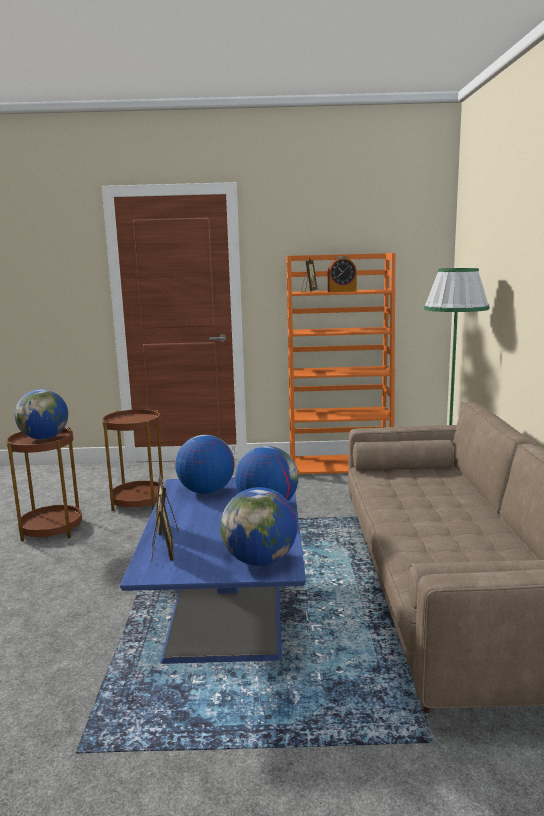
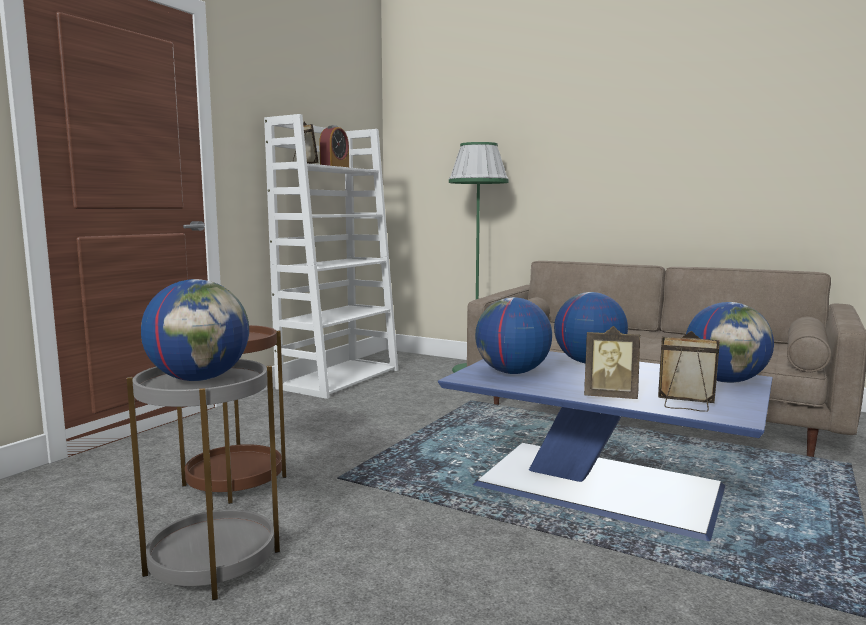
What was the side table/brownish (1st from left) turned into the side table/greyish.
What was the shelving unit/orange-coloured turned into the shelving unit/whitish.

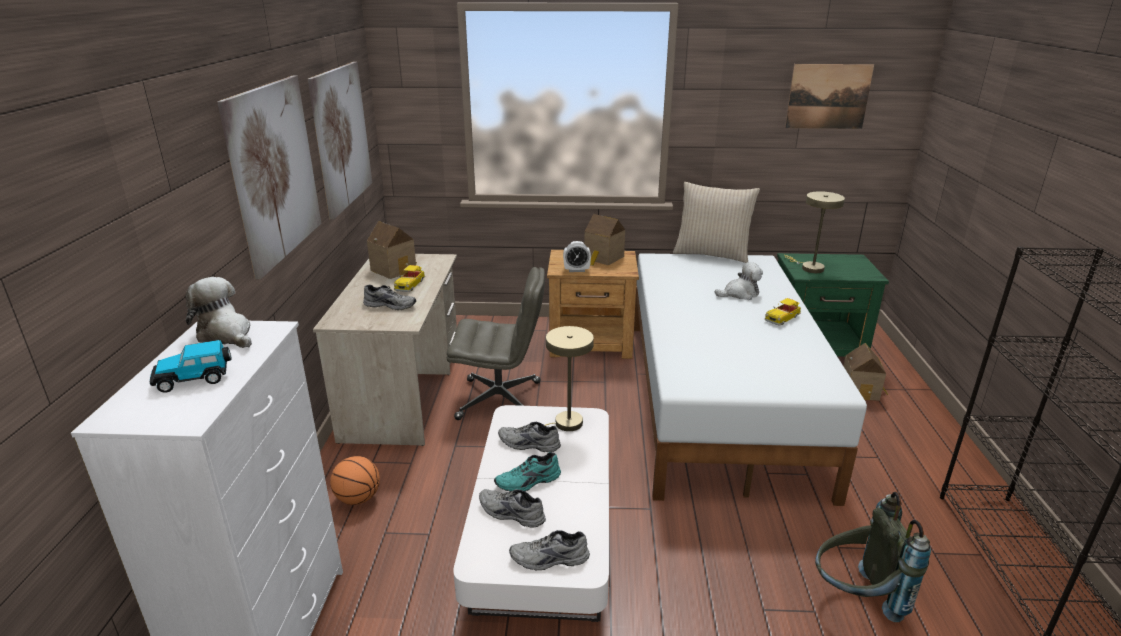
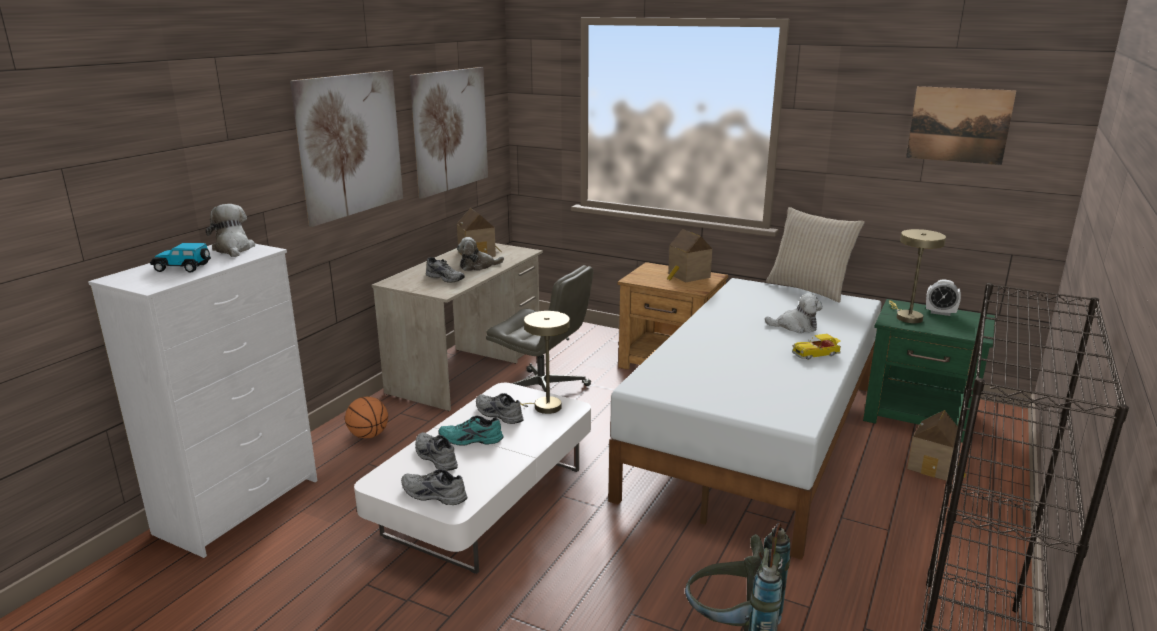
The bedside clock ended up elsewhere.
Where the model car (2nd from left) stood, the soft toy (2nd from left) came to stand.

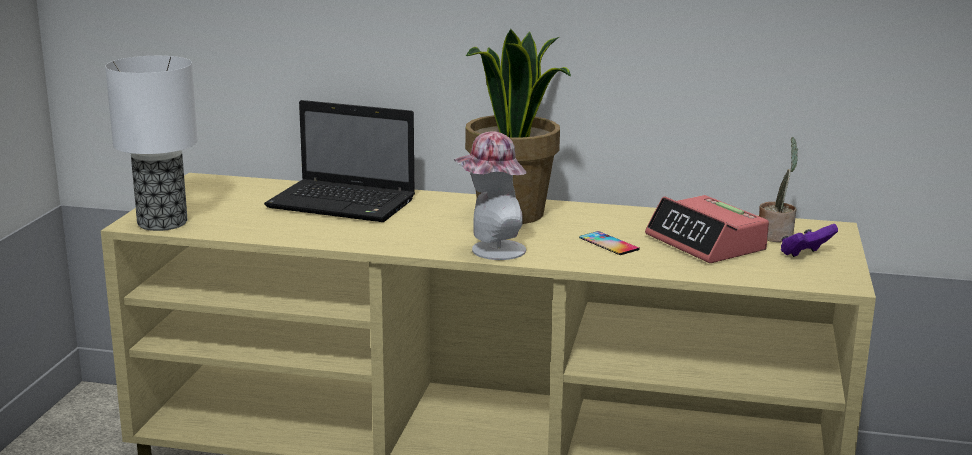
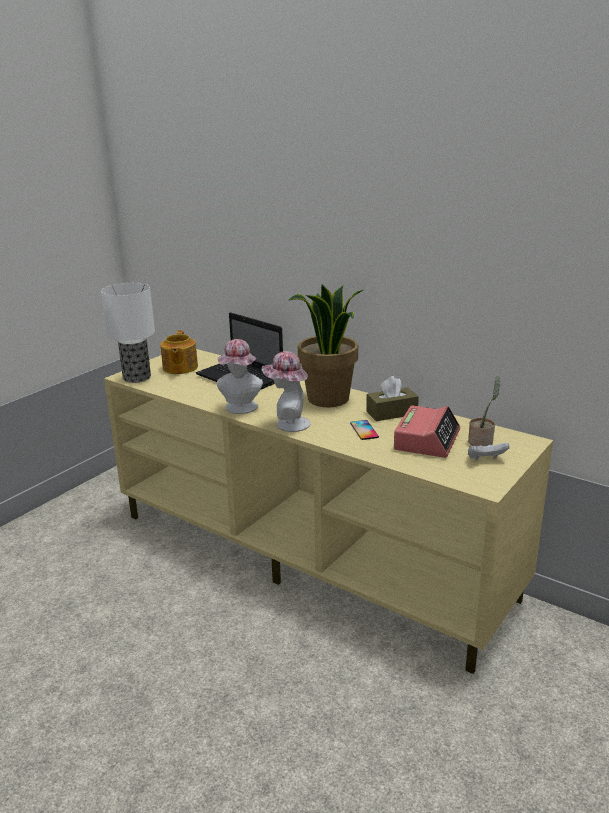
The second view gained the teapot.
The second view gained the wearable hat (1st from left).
The second view gained the tissue box/brownish.
What was the joypad/purple turned into the joypad/whitish.
The bedside clock ended up facing another way, 150 degrees counterclockwise from before.

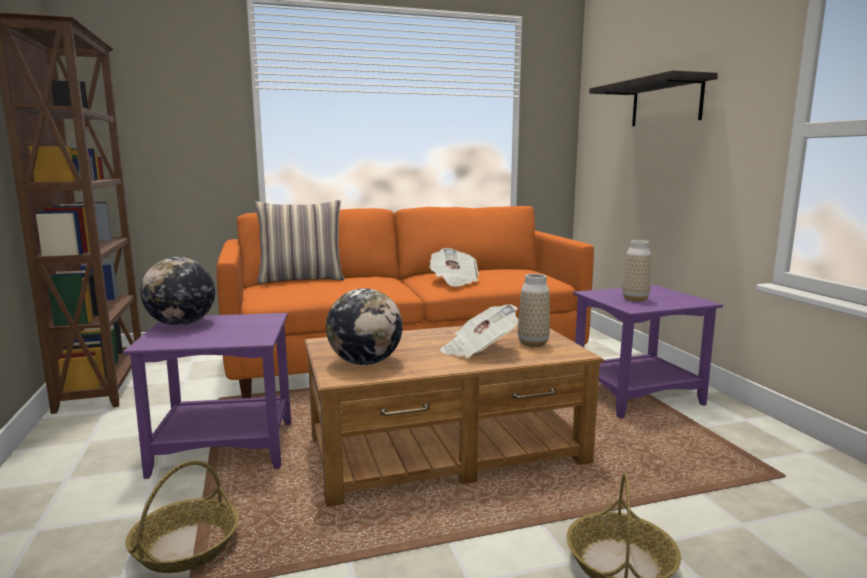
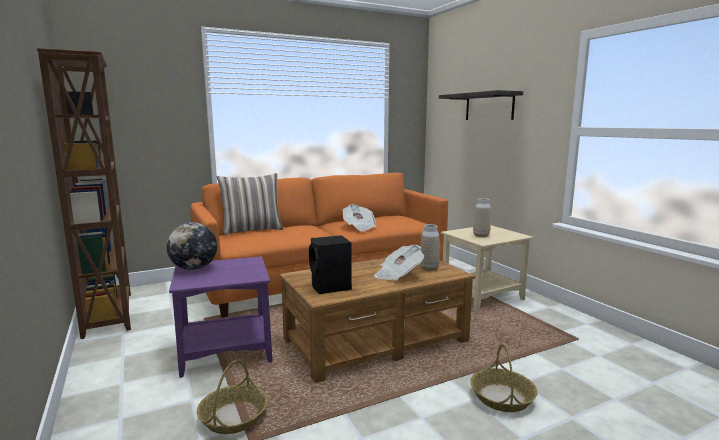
Where the desk globe (2nd from left) stood, the audio speaker/black came to stand.
What was the side table/purple (2nd from left) turned into the side table/beige-coloured.

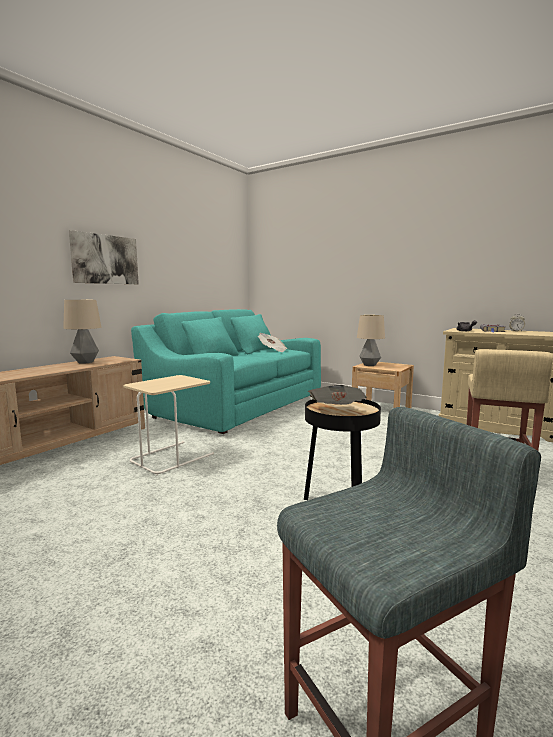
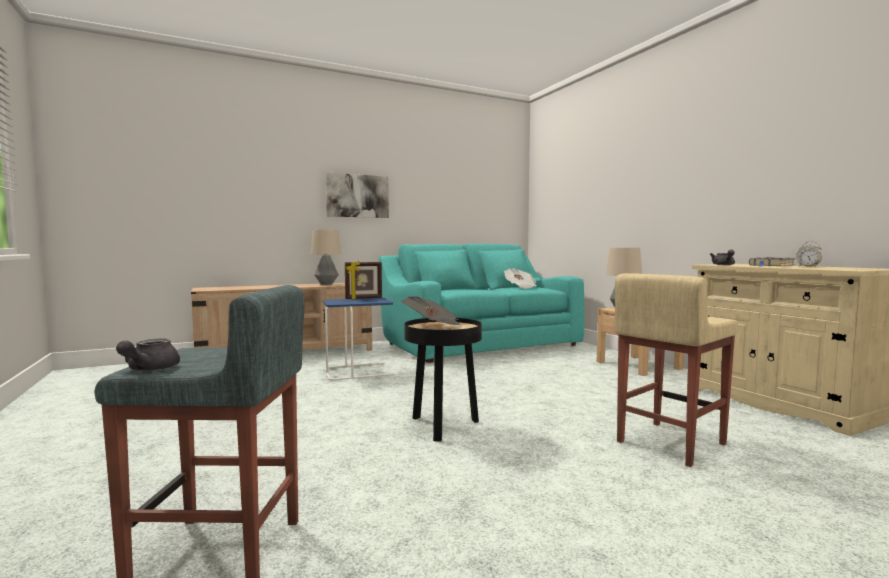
The second view gained the teapot/greyish (1st from left).
The second view gained the photo frame.
What was the side table/beige-coloured turned into the side table/blue-coloured.

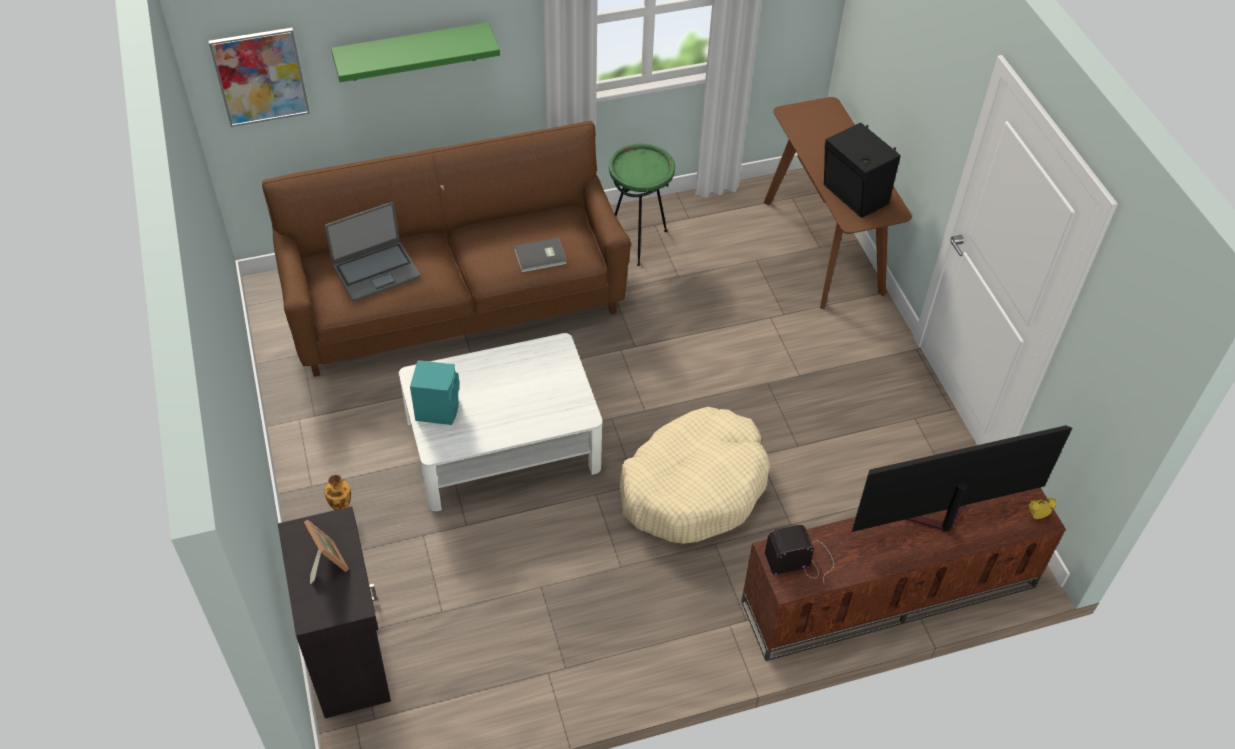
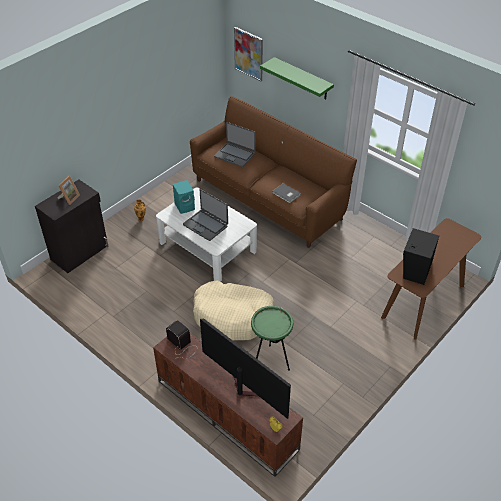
The second view gained the laptop (1st from left).
The side table/greenish ended up elsewhere.

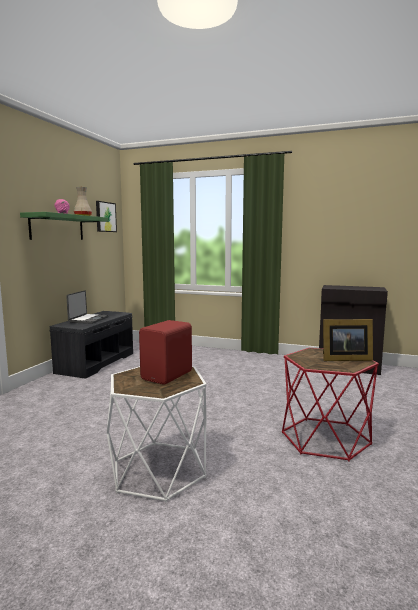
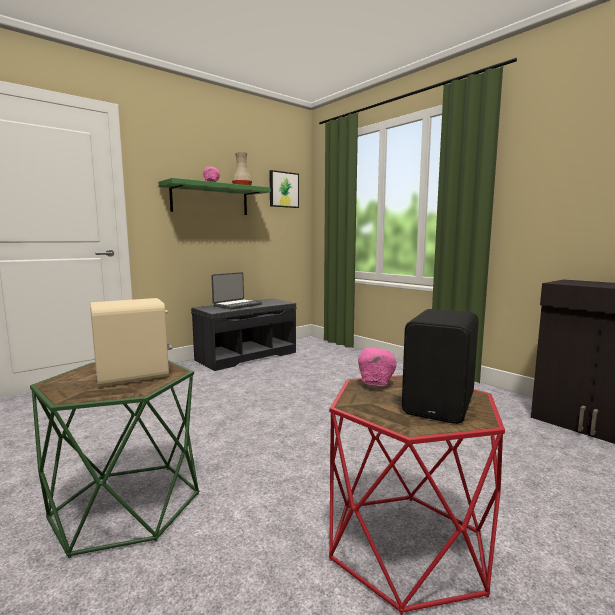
The second view gained the serving bowl/pink (2nd from left).
Where the photo frame stood, the audio speaker/black came to stand.
What was the side table/whitish turned into the side table/greenish.
What was the audio speaker/red turned into the audio speaker/beige-coloured.

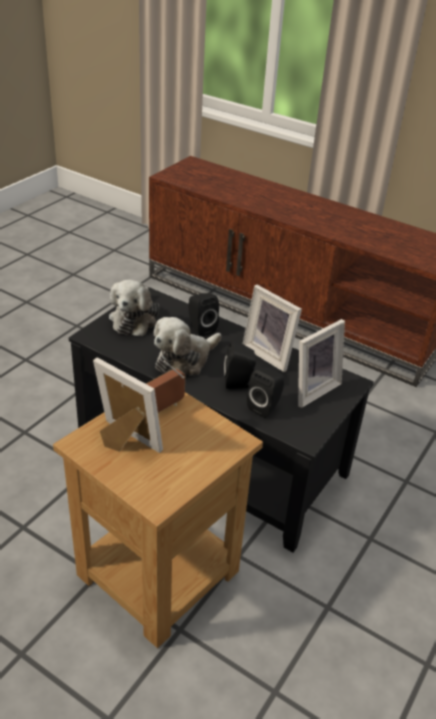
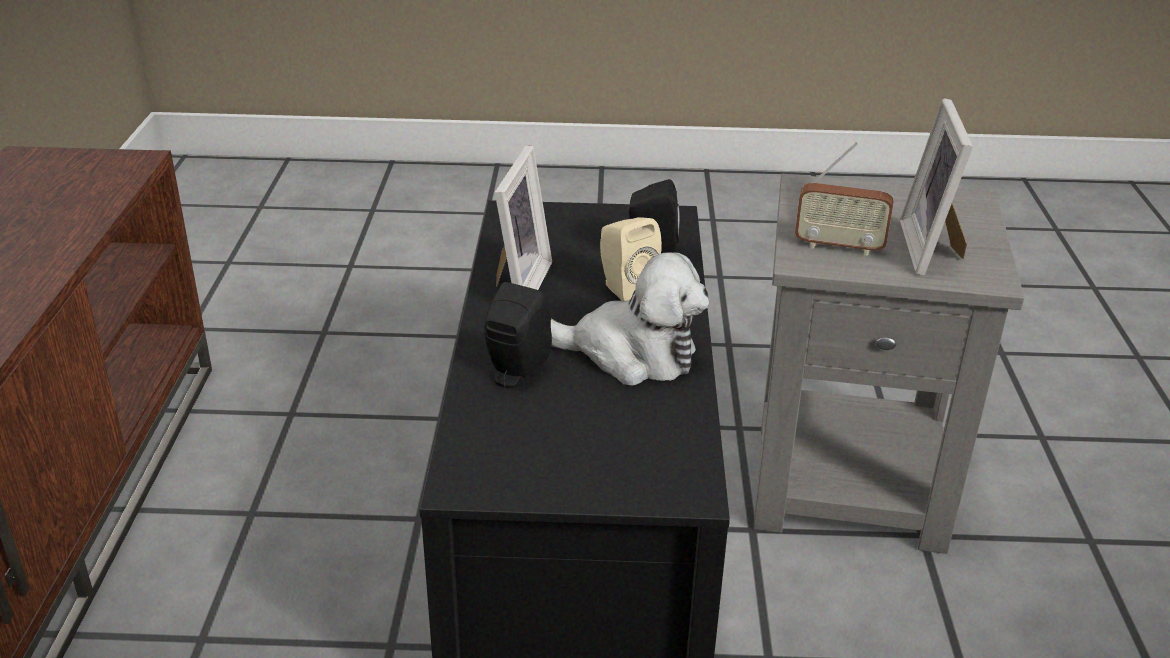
The second view lost the soft toy (1st from left).
The second view lost the photo frame (3rd from left).
What was the side table/brownish turned into the side table/greyish.
What was the audio speaker/black (2nd from left) turned into the audio speaker/beige-coloured.

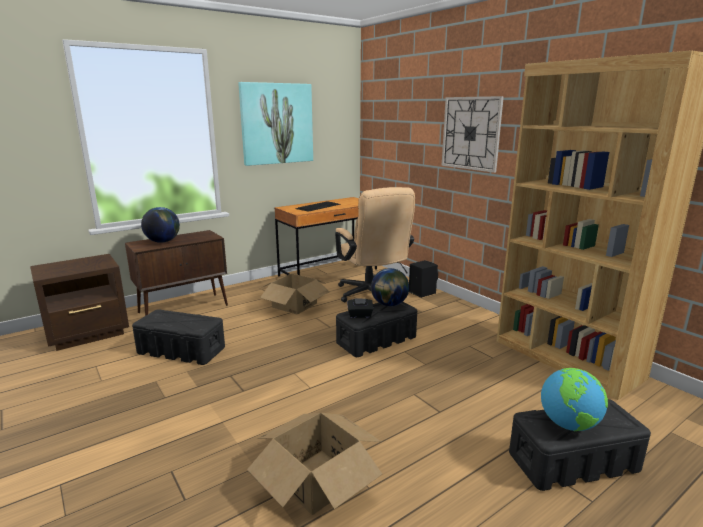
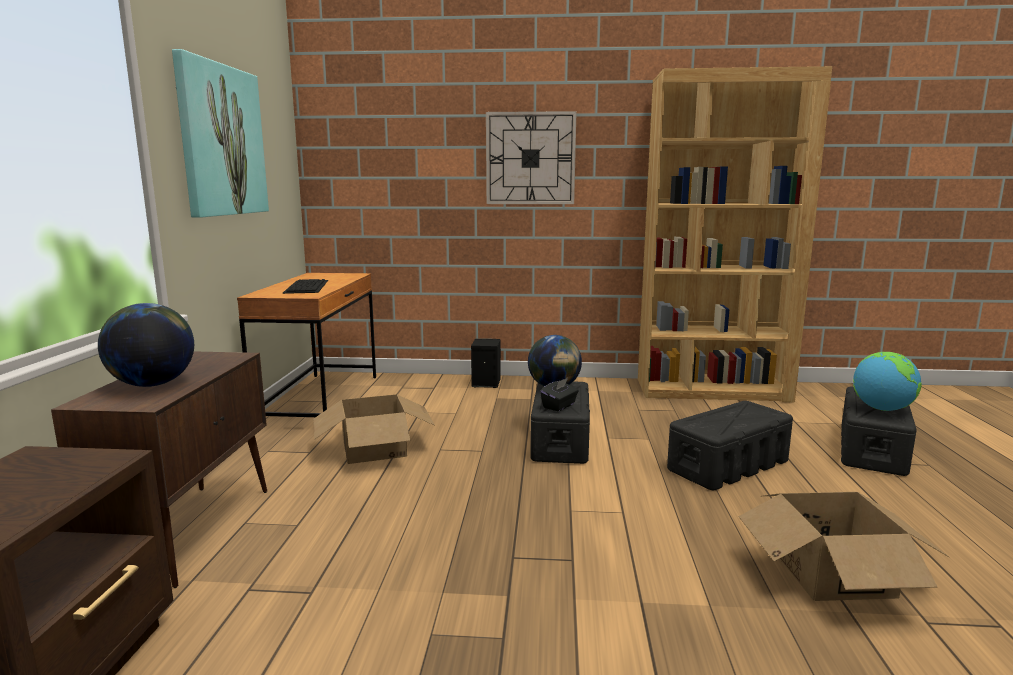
The second view lost the desk chair/beige-coloured.
The storage box/black (1st from left in the first image) ended up elsewhere.

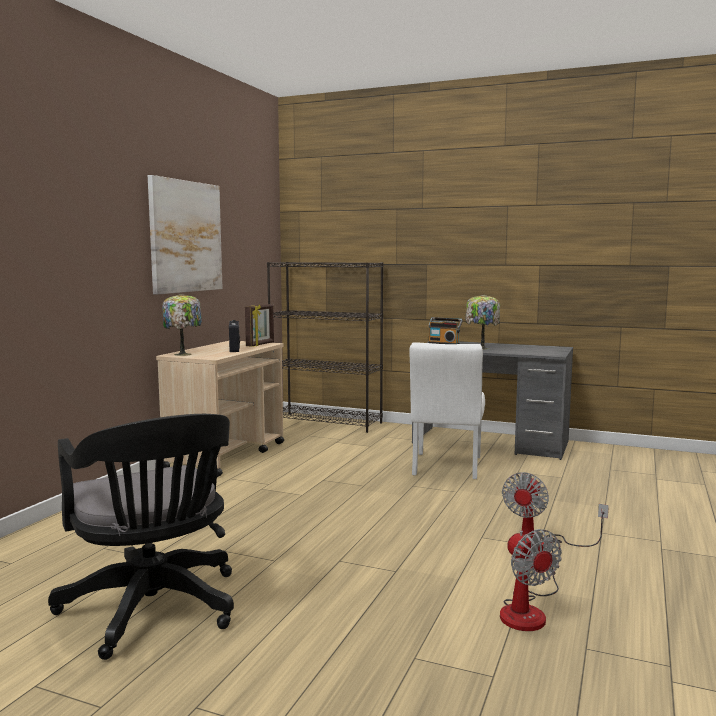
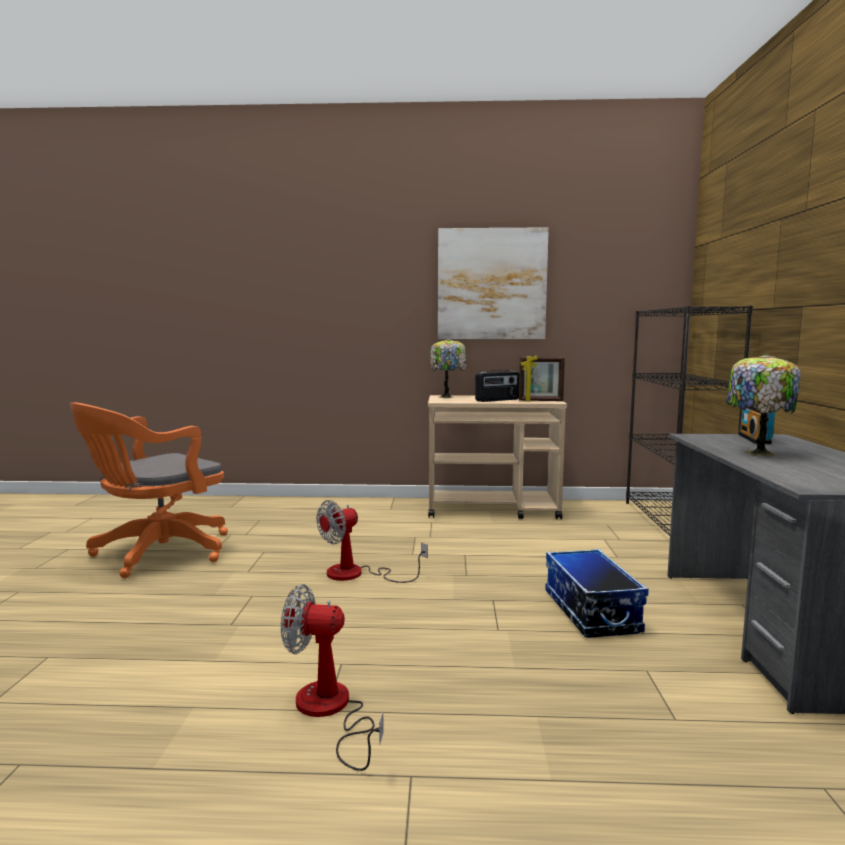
The fan (1st from left in the first image) ended up elsewhere.
Where the plain chair/whitish stood, the storage box came to stand.
What was the desk chair/black turned into the desk chair/orange-coloured.

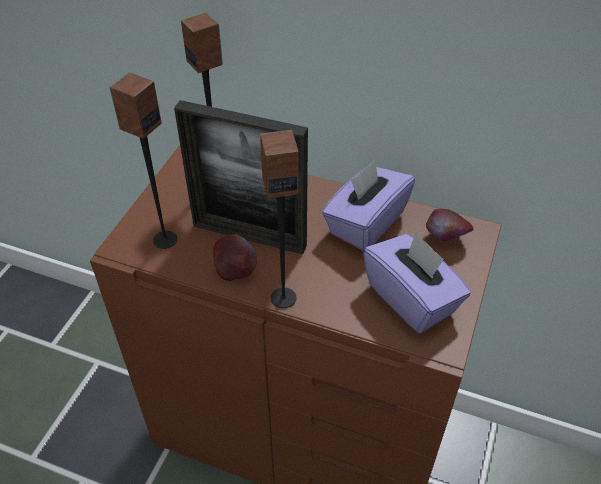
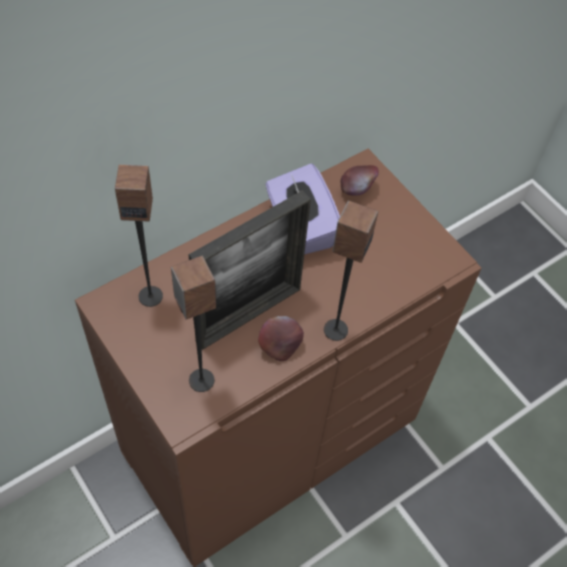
The second view lost the tissue box/purple (2nd from left).

